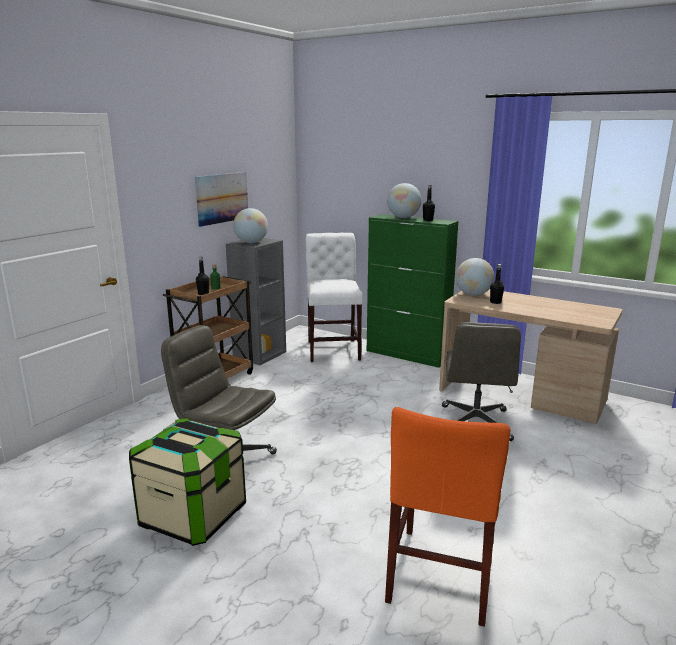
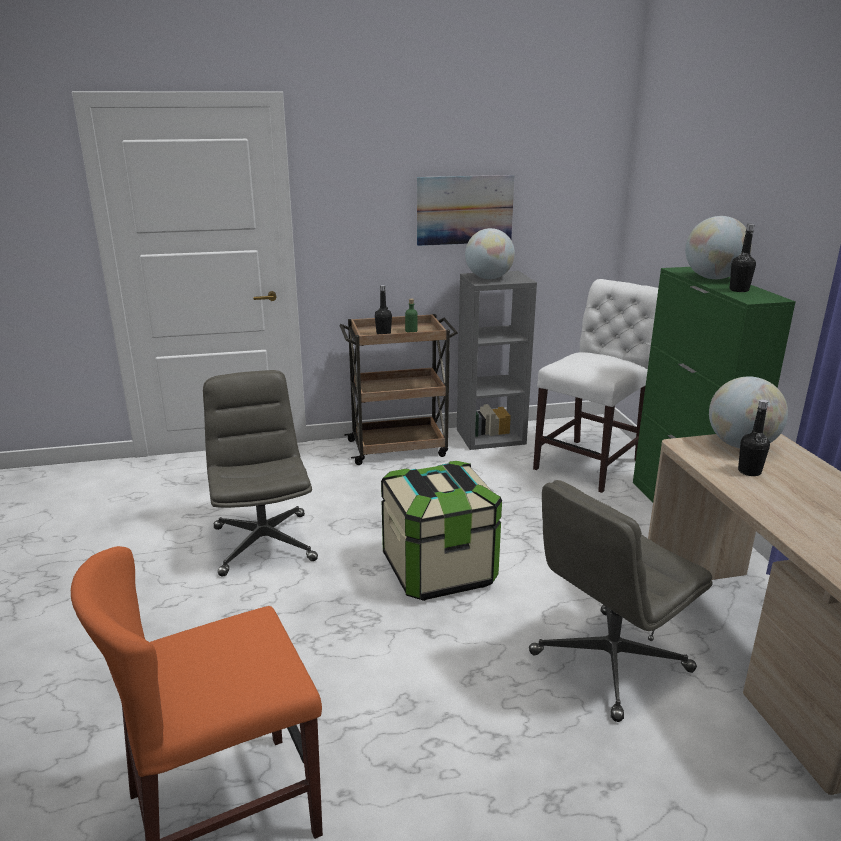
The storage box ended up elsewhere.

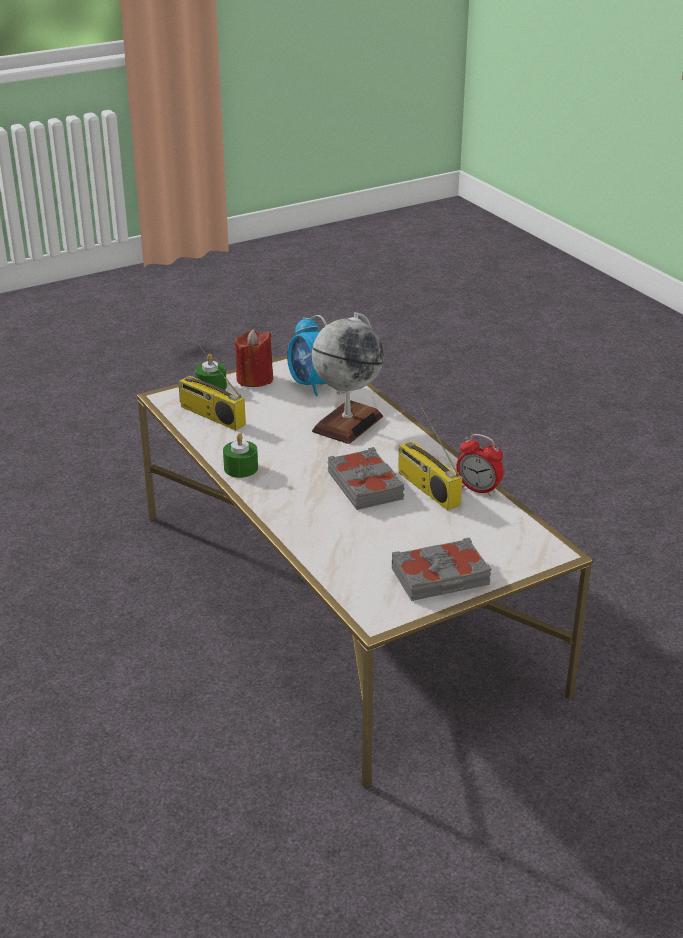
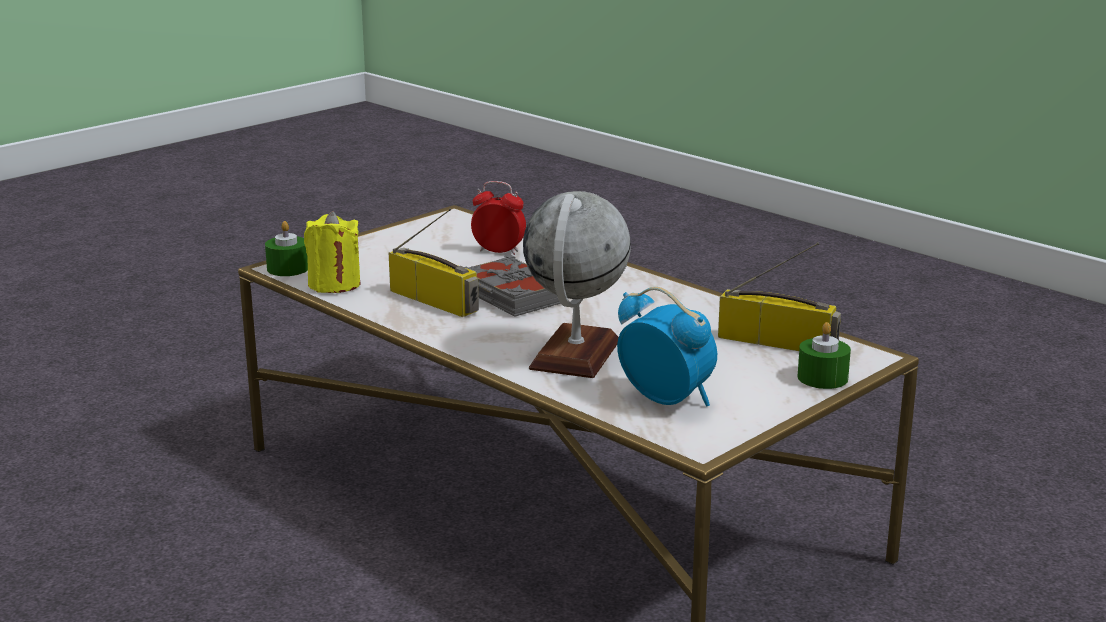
The second view lost the candle/red.
The second view lost the volume/greyish (2nd from left).
The second view gained the candle/yellowish.
The candle/greenish (2nd from left in the first image) ended up elsewhere.
The bedside clock (2nd from left in the first image) ended up elsewhere.

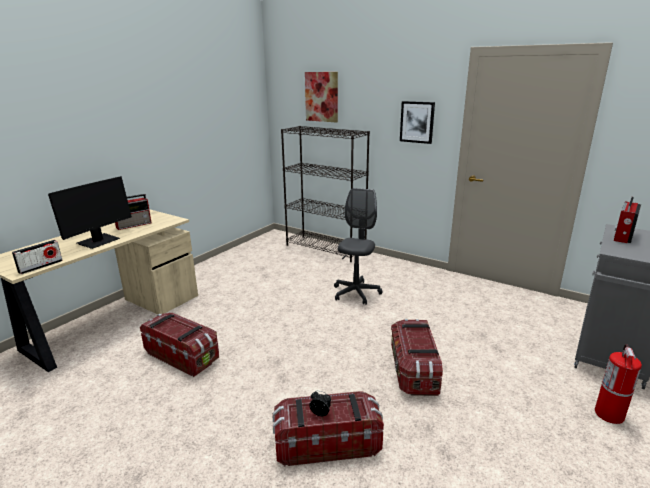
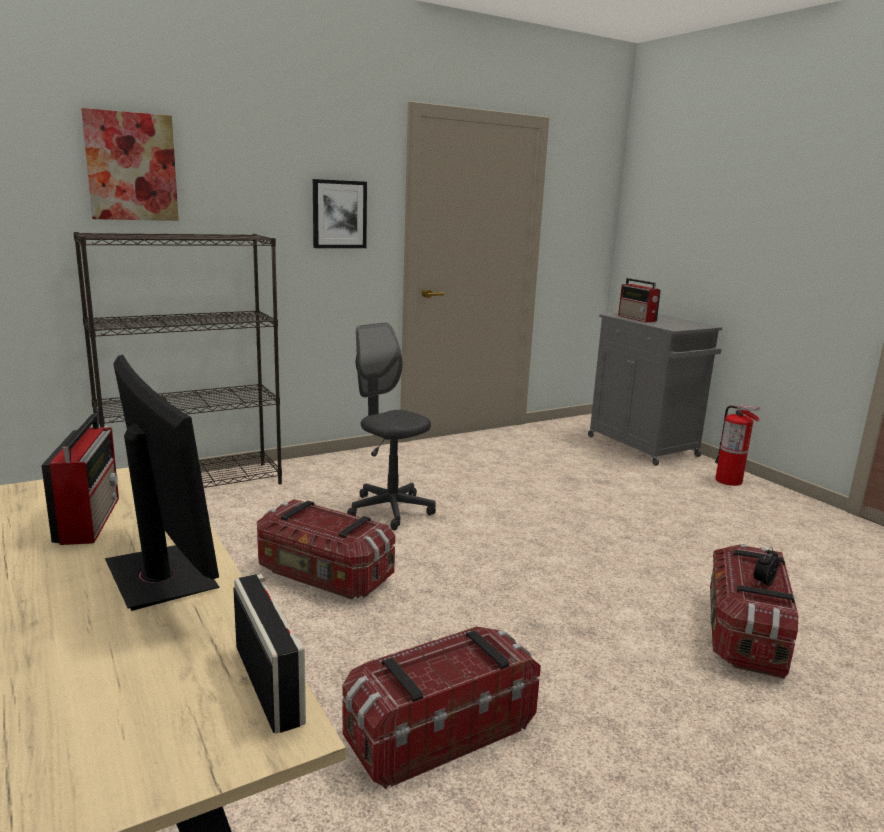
The storage box (3rd from left in the first image) ended up elsewhere.

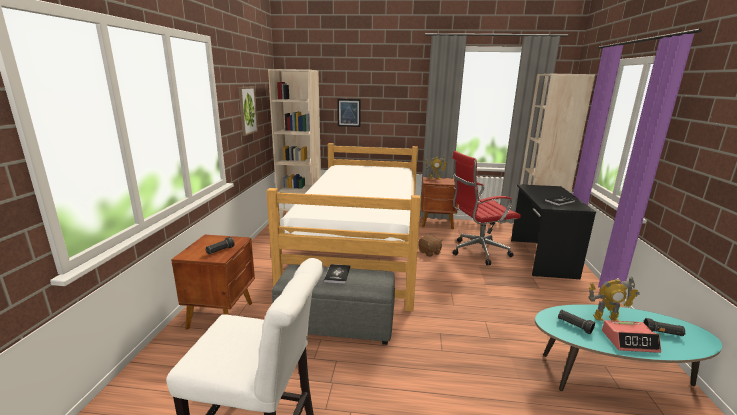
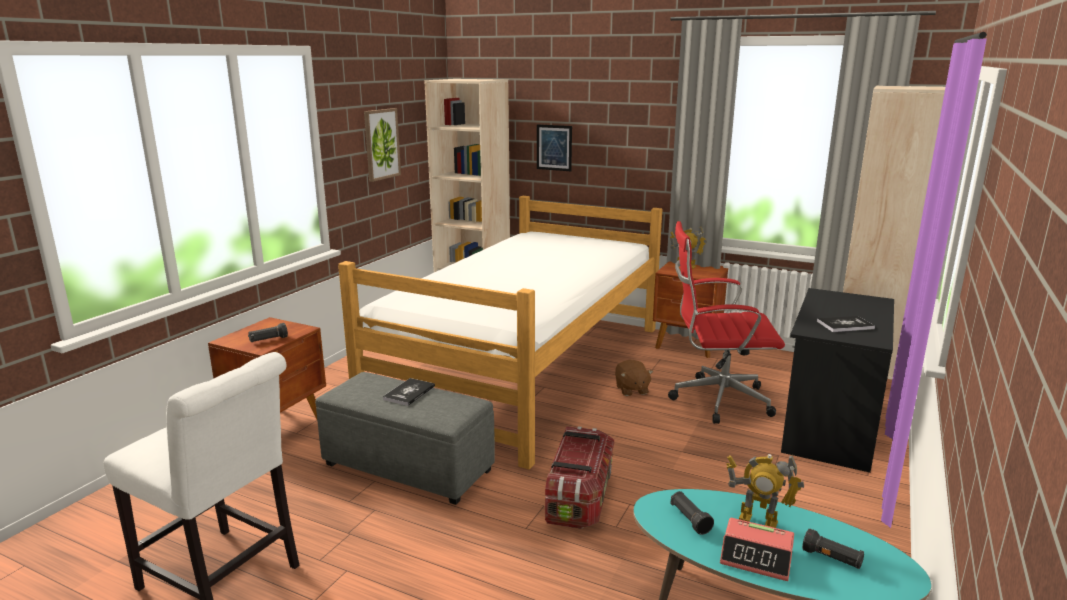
The second view gained the storage box.

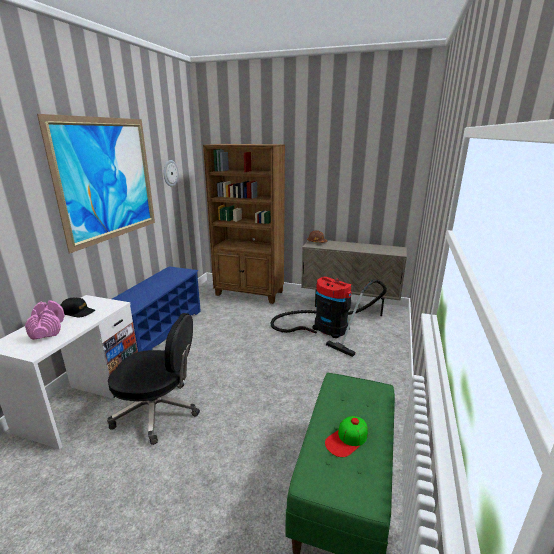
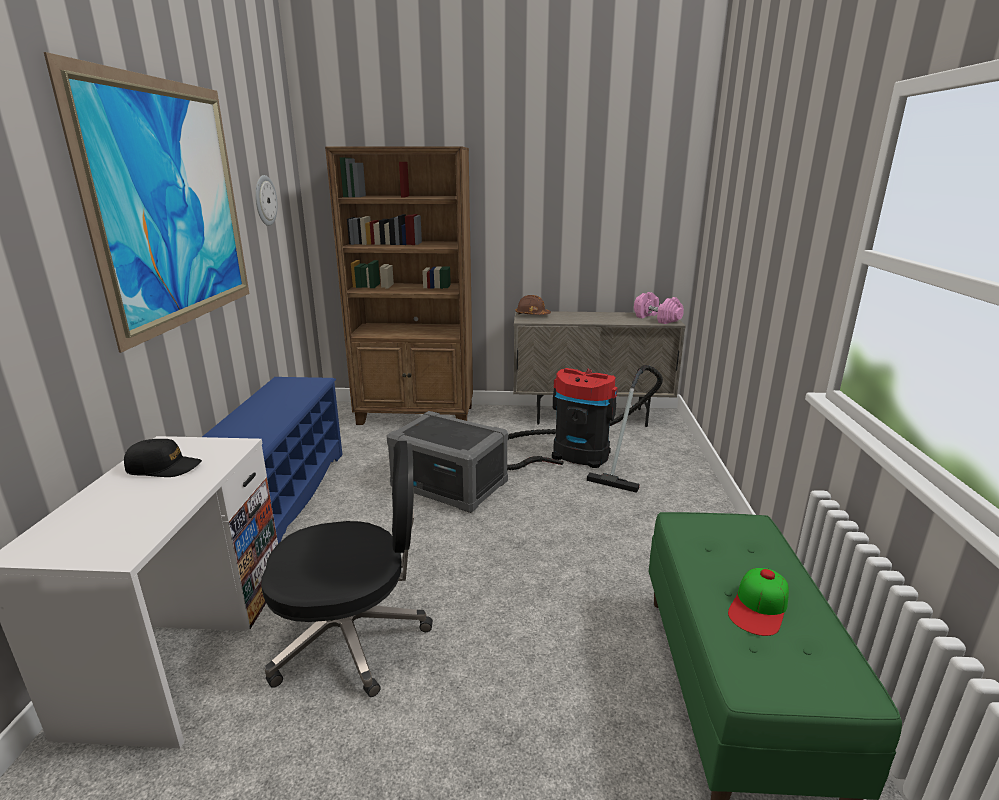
The second view gained the storage box/greyish.
The free weight/pink ended up elsewhere.

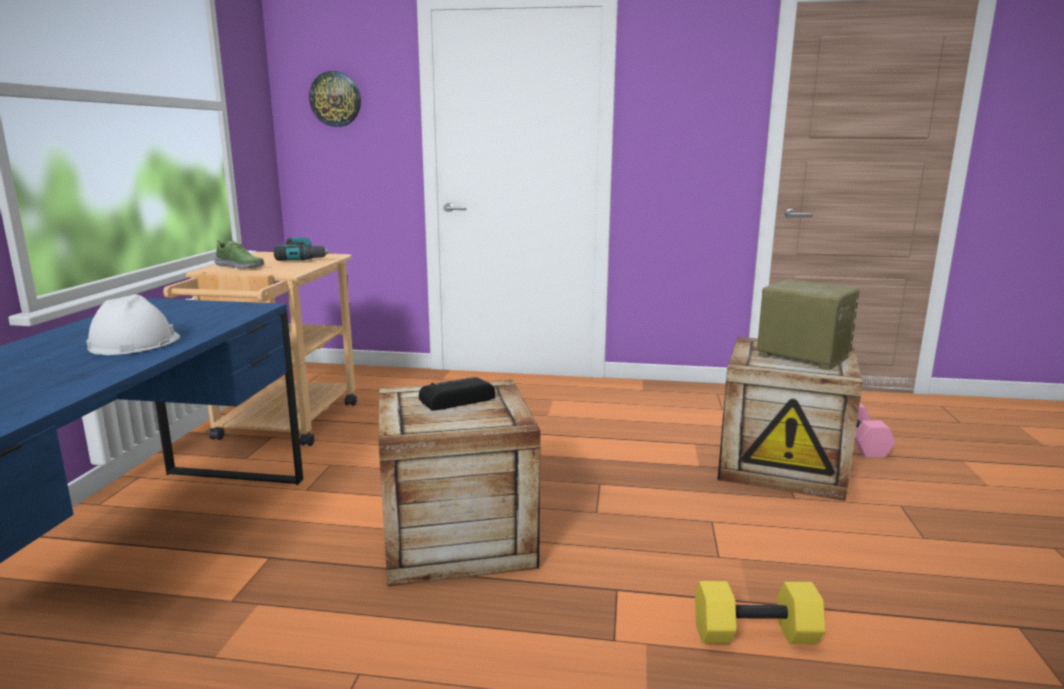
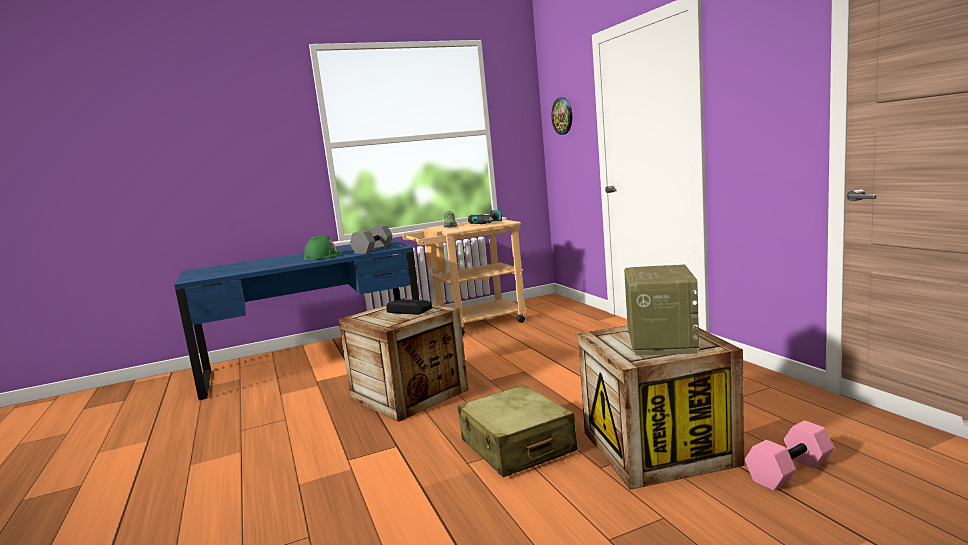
The second view lost the free weight/yellowish.
The second view gained the free weight/greyish.
The second view gained the piece of luggage/beige-coloured.
What was the hard hat/whitish turned into the hard hat/greenish.

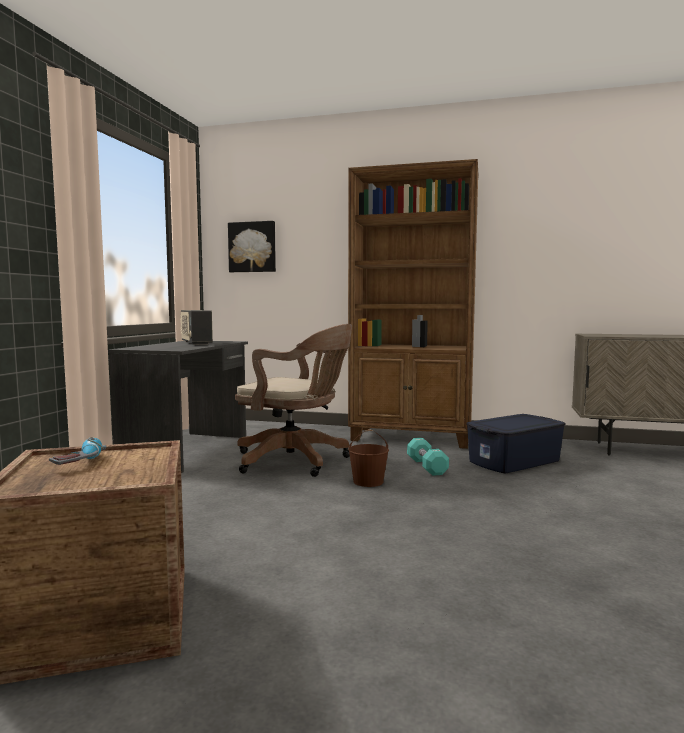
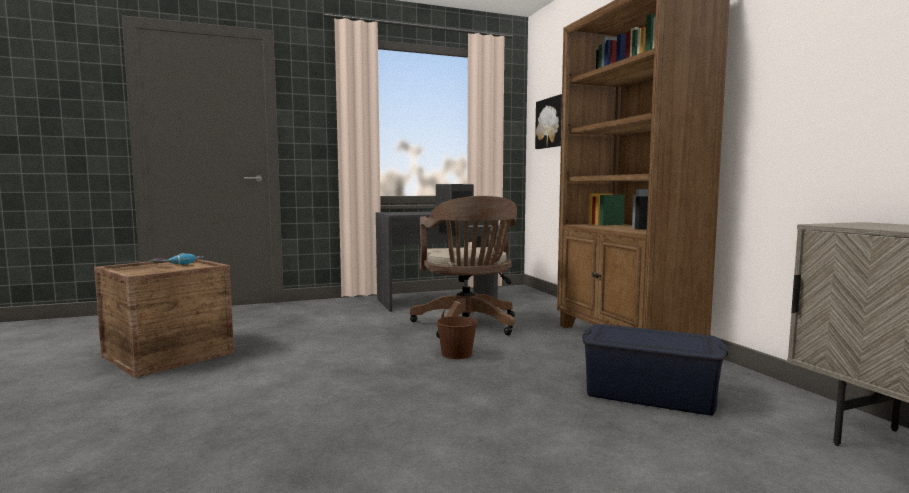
The second view lost the free weight/turquoise-coloured.

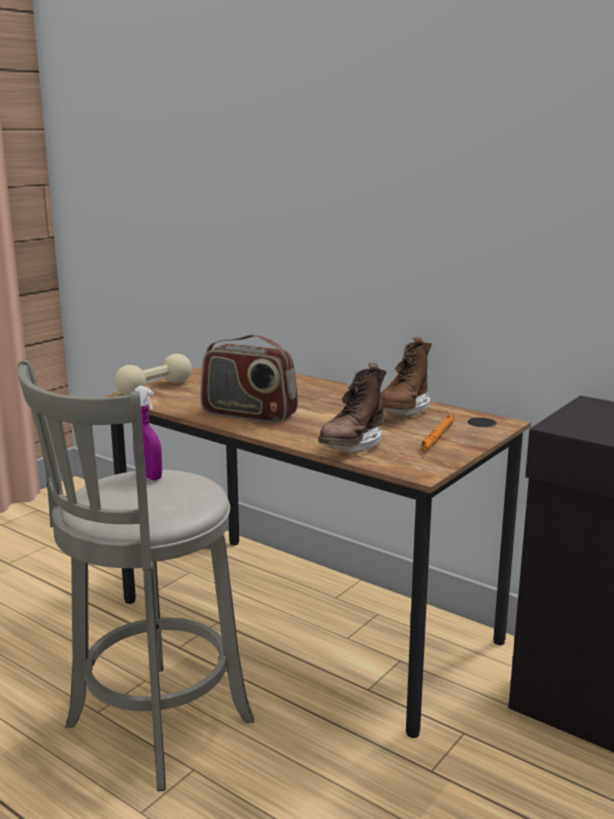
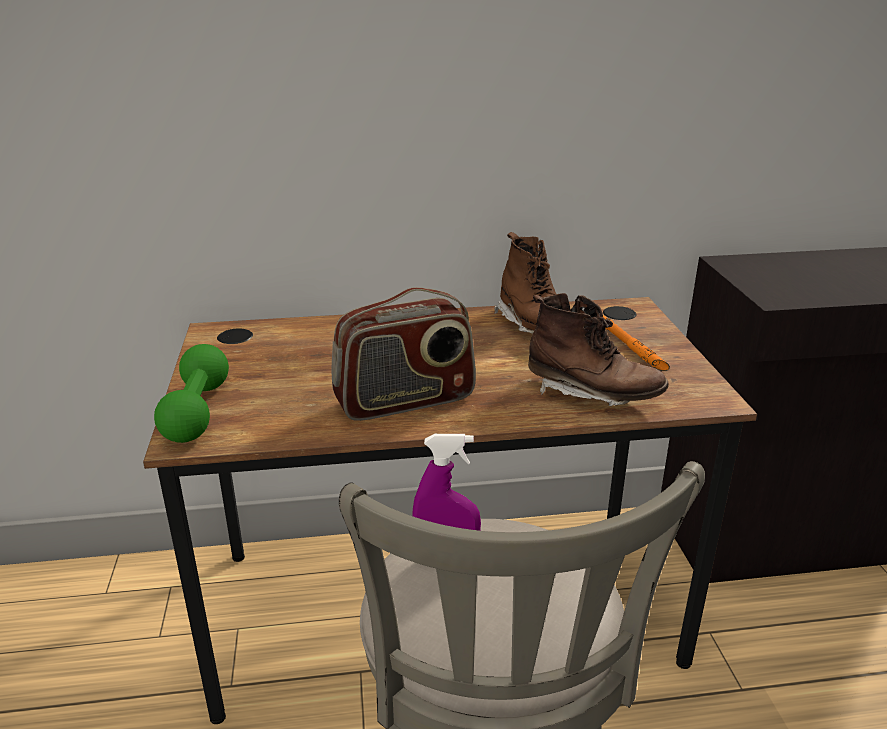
What was the free weight/beige-coloured turned into the free weight/greenish.
The tall boot/brownish (1st from left in the first image) ended up facing another way, 45 degrees counterclockwise from before.

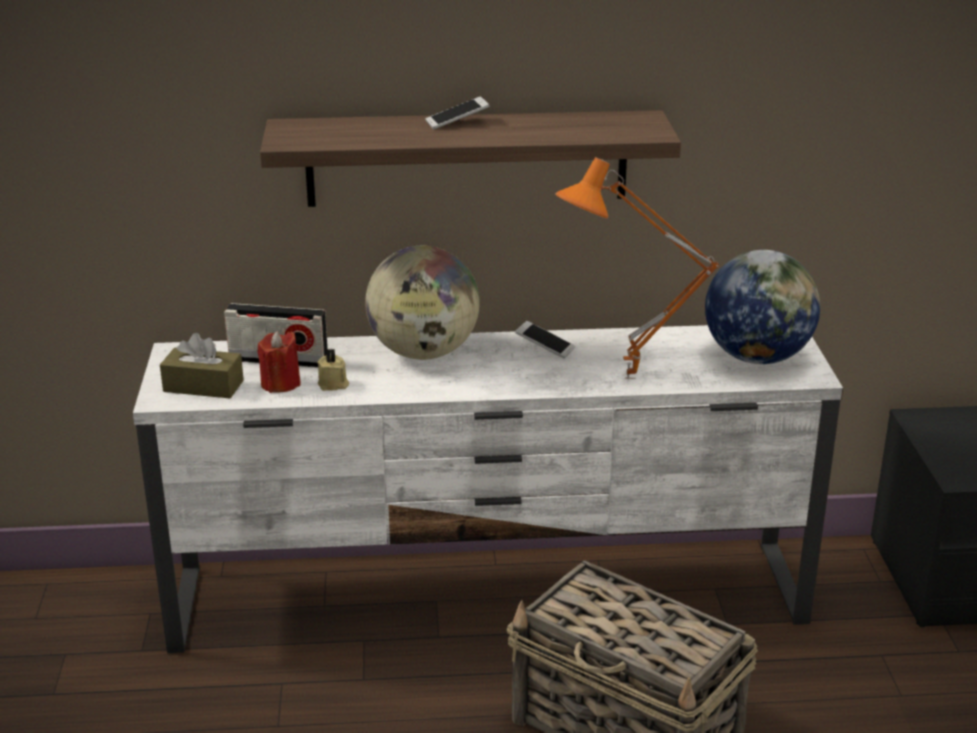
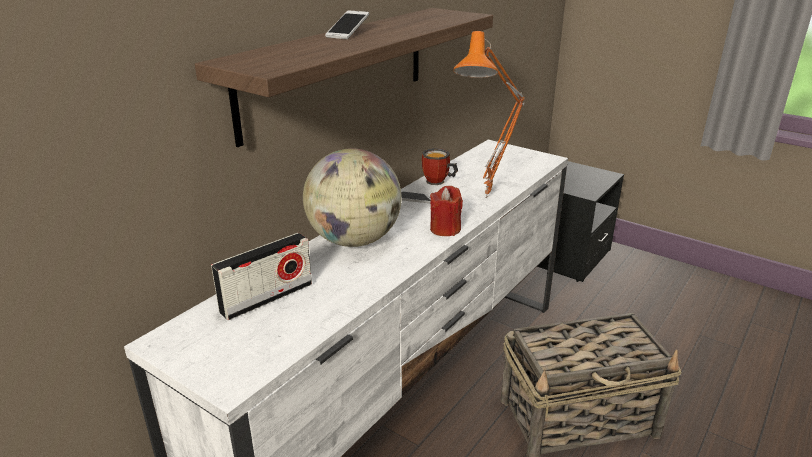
The second view lost the tissue box/brownish.
The second view lost the candle/beige-coloured.
The second view lost the desk globe (2nd from left).
The second view gained the coffee mug.
The candle/red ended up elsewhere.

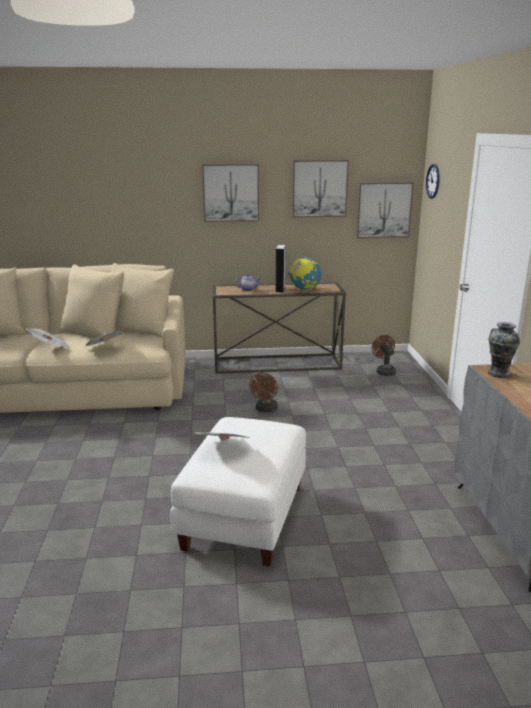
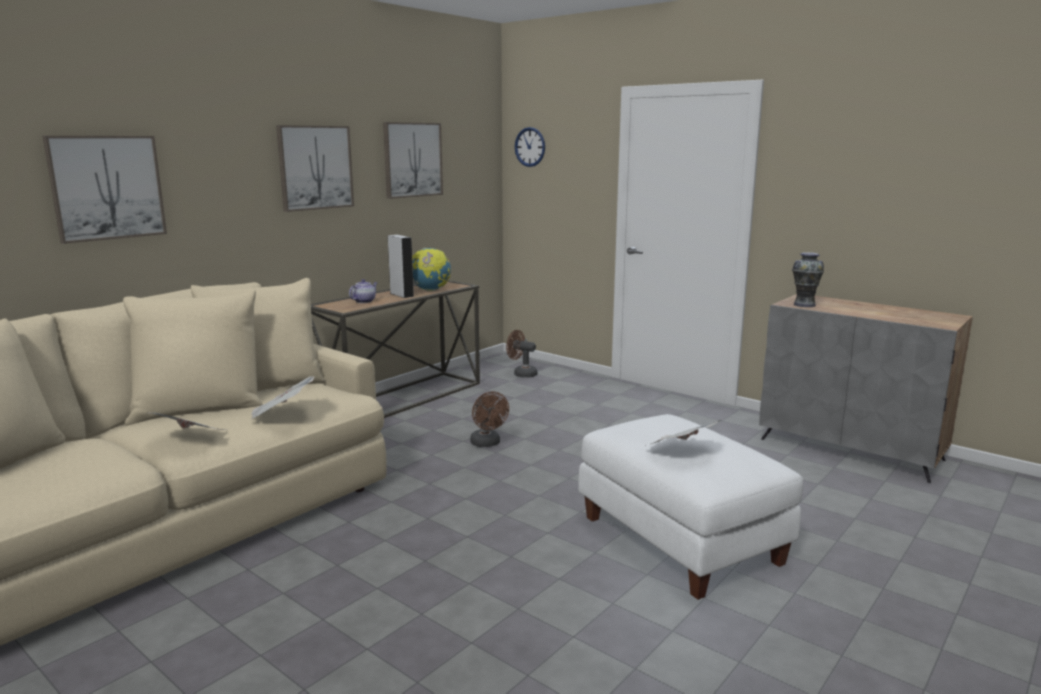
The wall picture (3rd from left in the first image) ended up elsewhere.

